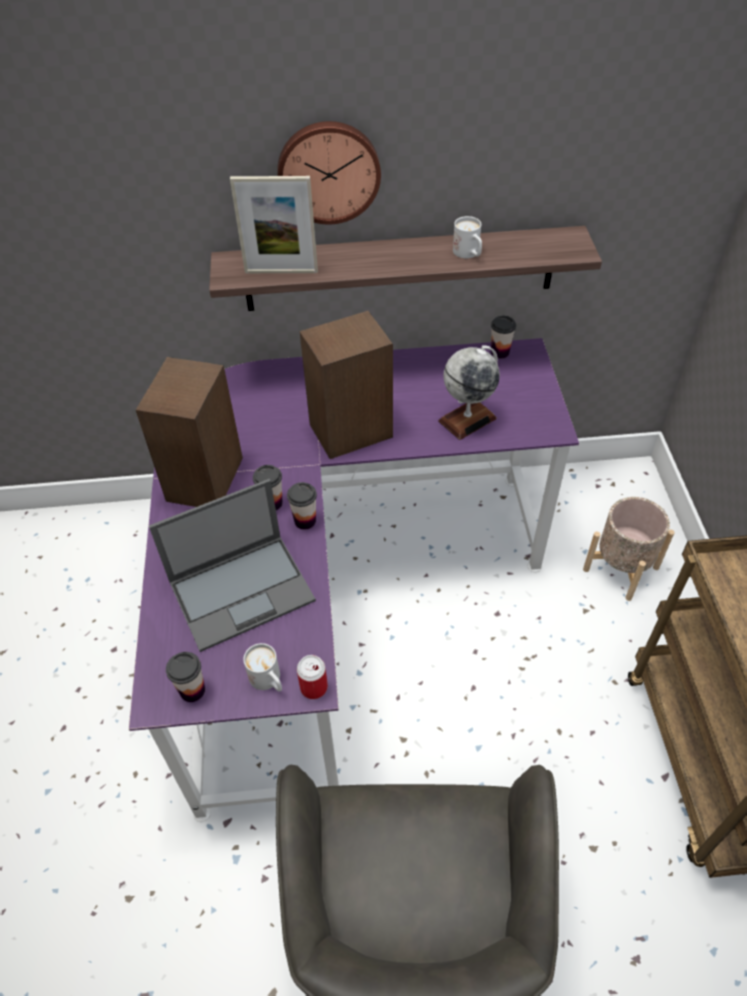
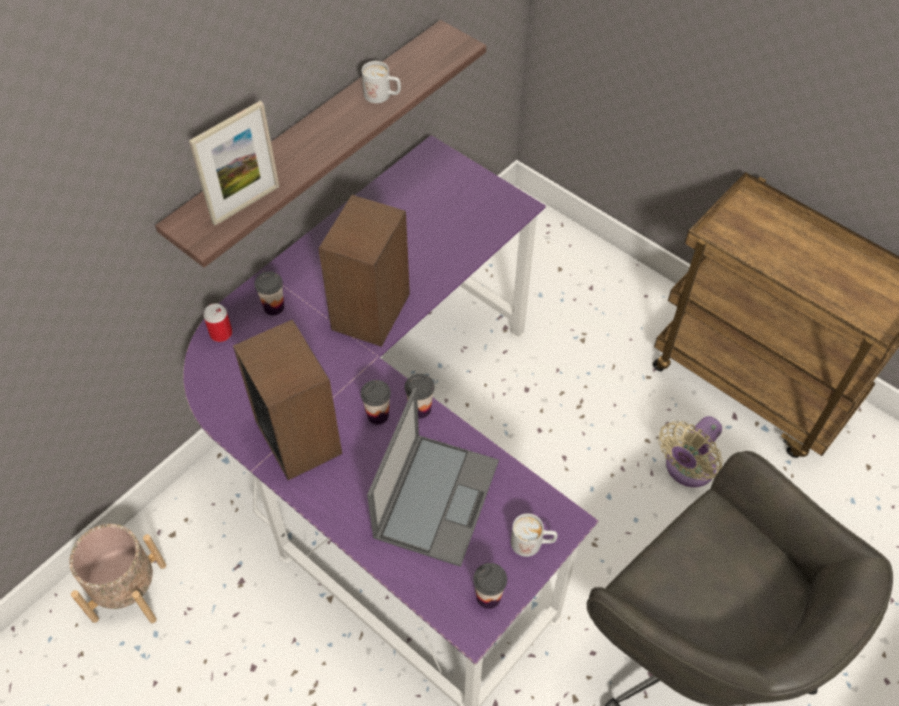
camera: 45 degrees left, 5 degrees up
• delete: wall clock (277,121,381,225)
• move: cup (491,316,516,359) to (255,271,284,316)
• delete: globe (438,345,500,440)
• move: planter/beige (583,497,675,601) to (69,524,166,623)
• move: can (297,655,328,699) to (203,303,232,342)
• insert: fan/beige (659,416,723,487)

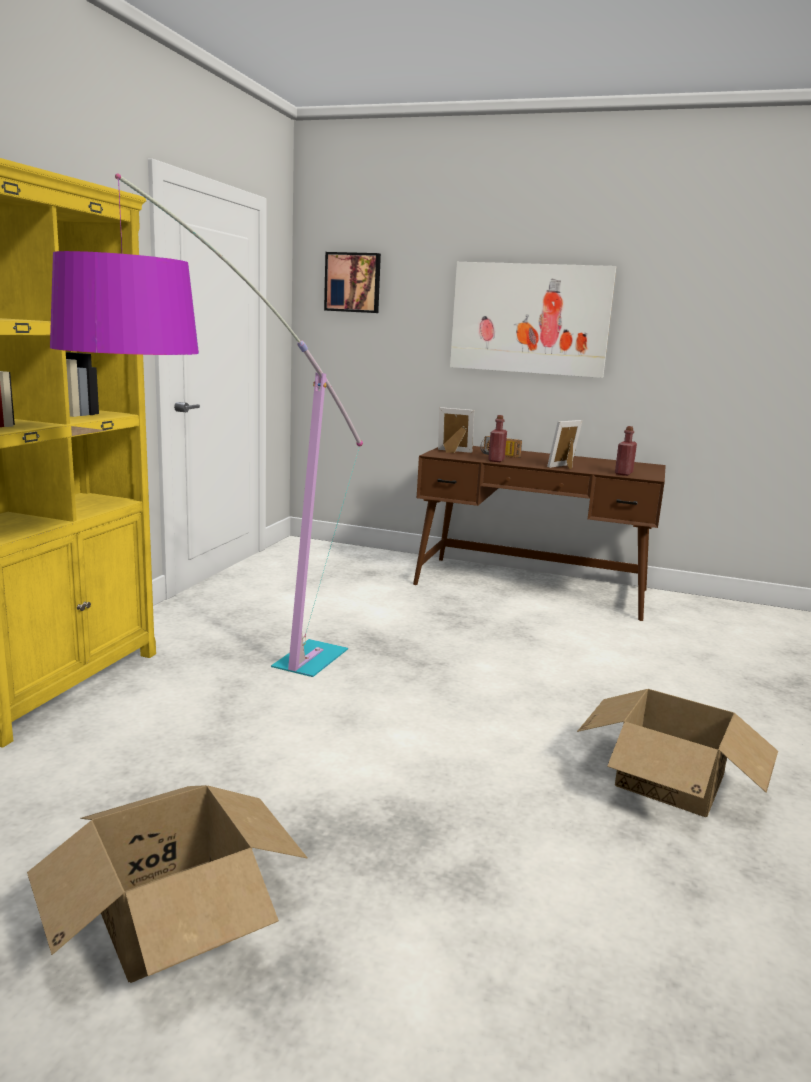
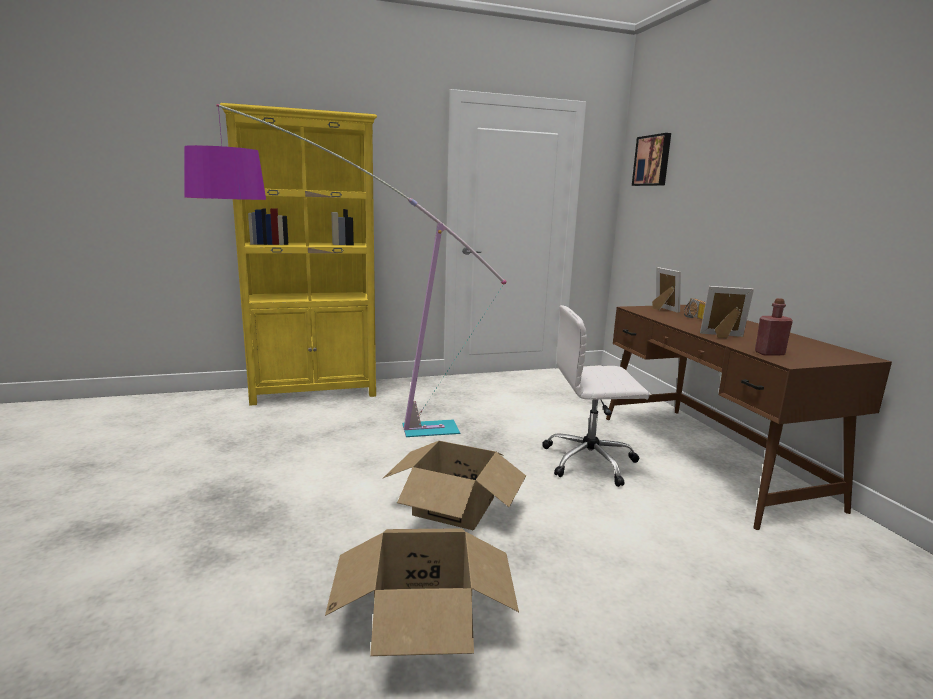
camera: 55 degrees right, 0 degrees up
• delete: picture (450,262,616,378)
• delete: bottle/red (488,415,507,462)
• move: cardboard box (27,785,308,983) to (382,441,526,530)
• insert: office chair/white (542,305,649,487)

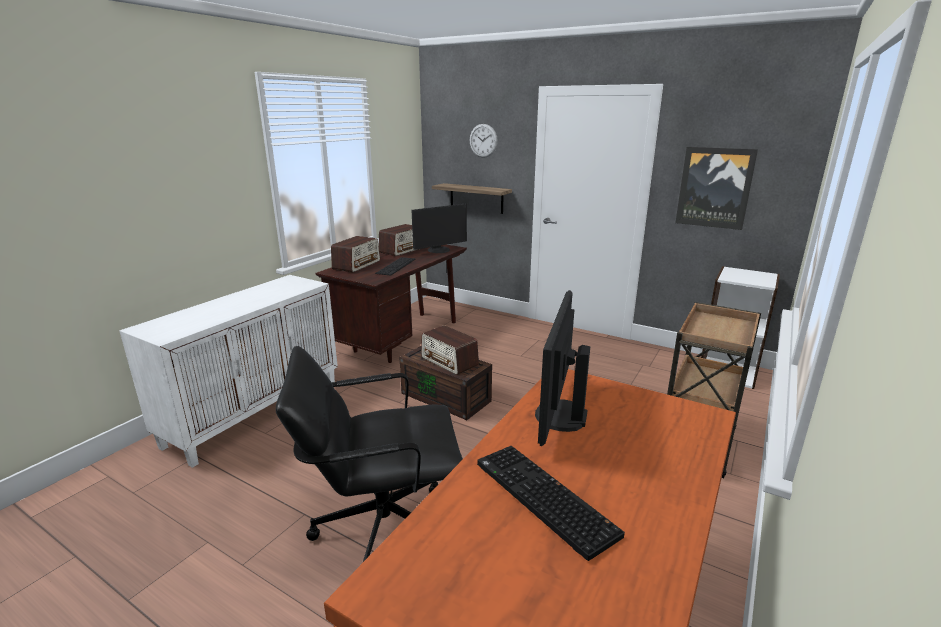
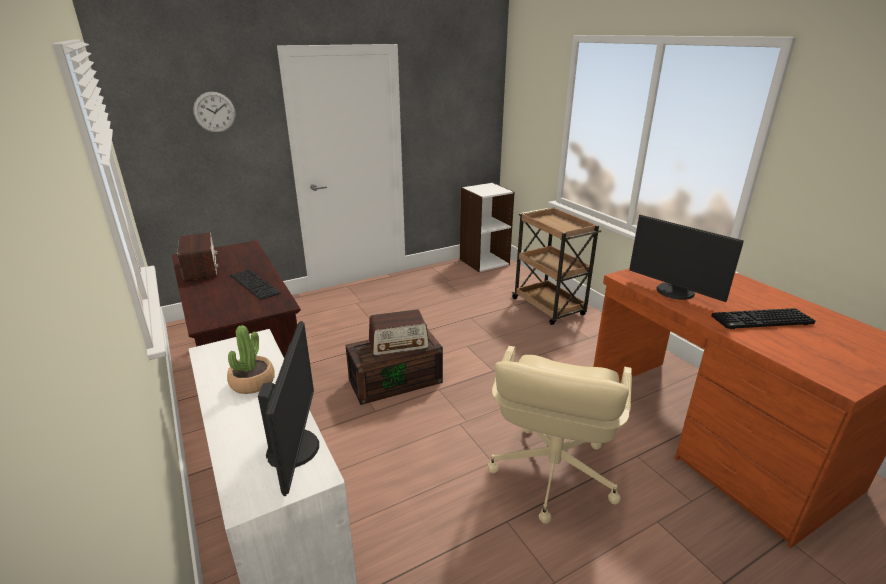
camera: 60 degrees left, 5 degrees up
• delete: picture (675,147,758,230)
• delete: shelf (432,183,512,214)
• move: monitor (412,203,467,253) to (258,321,319,496)
• delete: radio (331,236,380,272)
• recolor: office chair/black (276,346,463,562) to office chair/beige (488,346,632,524)
• insert: potted plant (227,325,275,394)

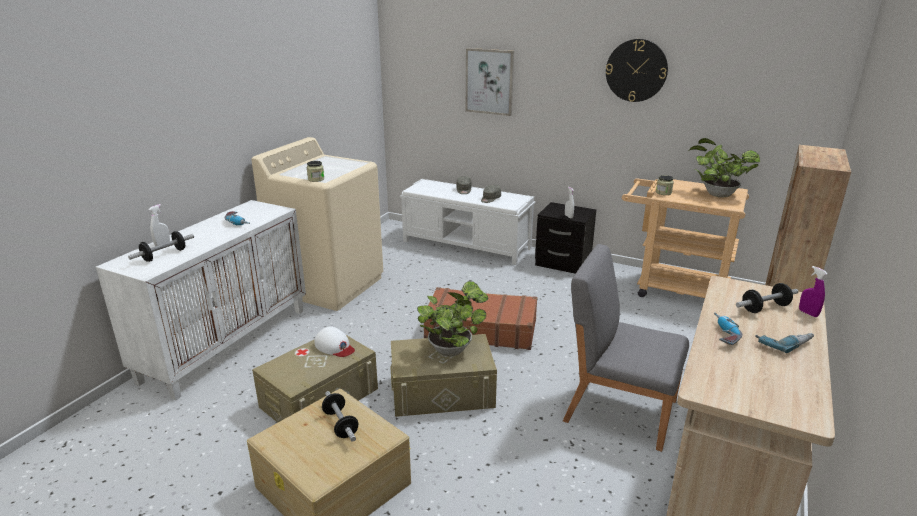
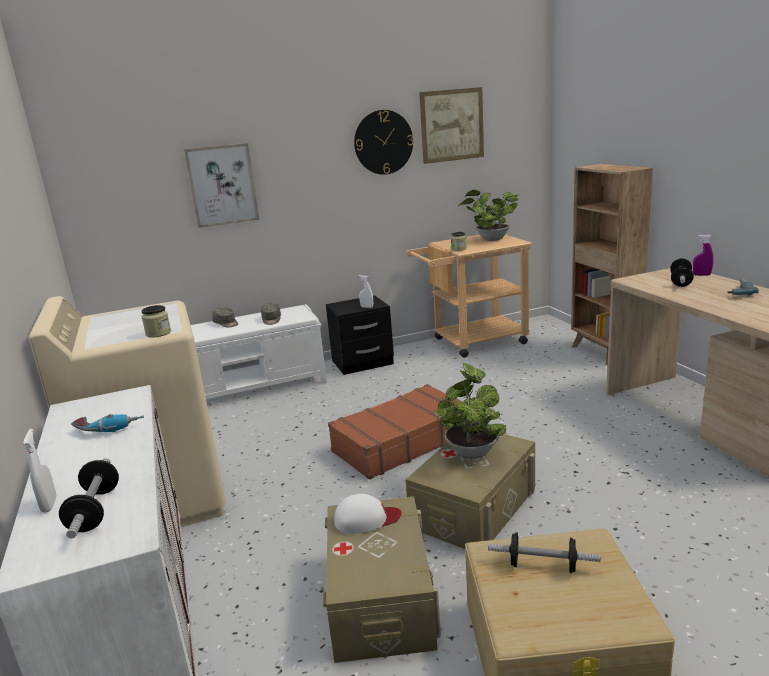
camera: 45 degrees left, 5 degrees down
• delete: chair/grey (563,244,689,452)
• delete: power drill (714,313,742,345)
• insert: picture (419,87,484,164)

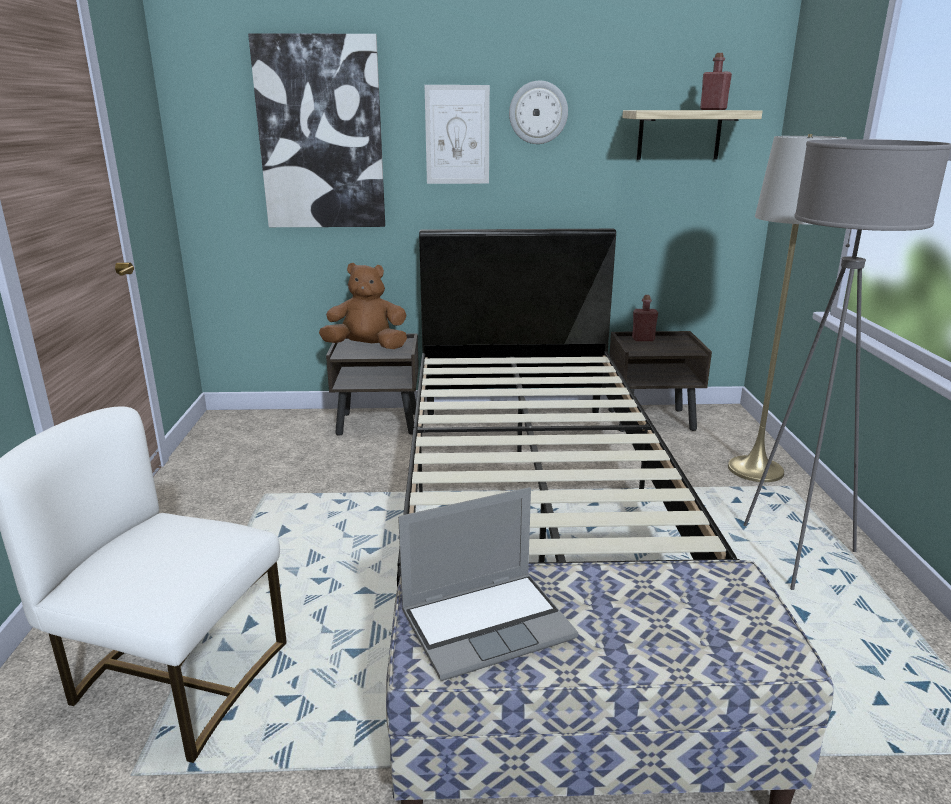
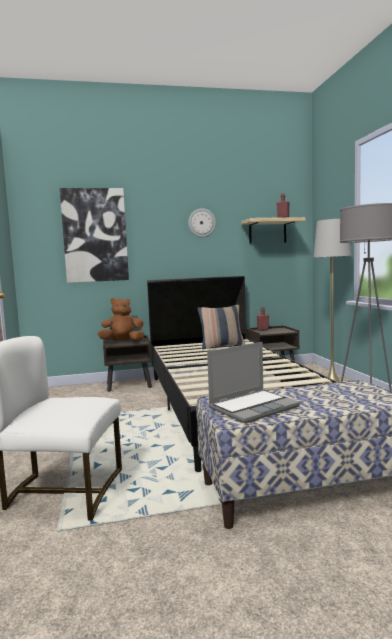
camera: 10 degrees left, 15 degrees down
• delete: picture (425,85,490,184)
• insert: pillow (197,305,245,349)

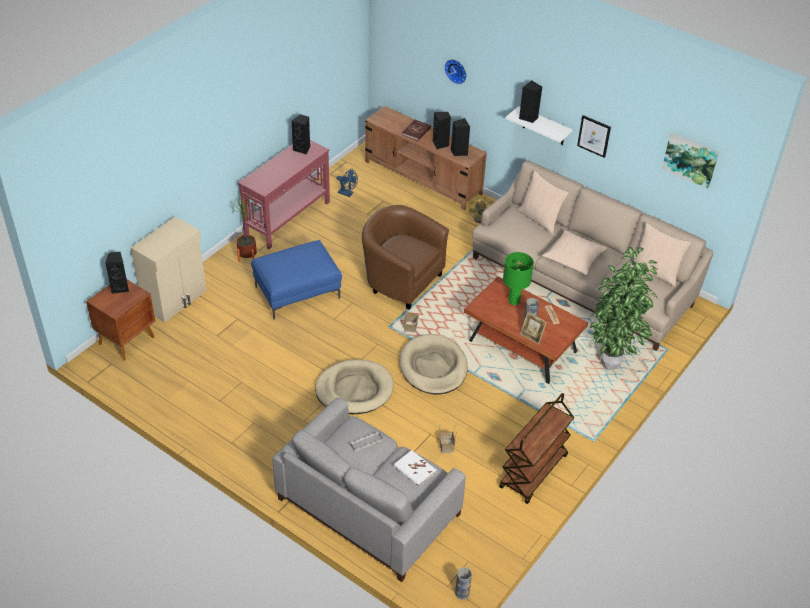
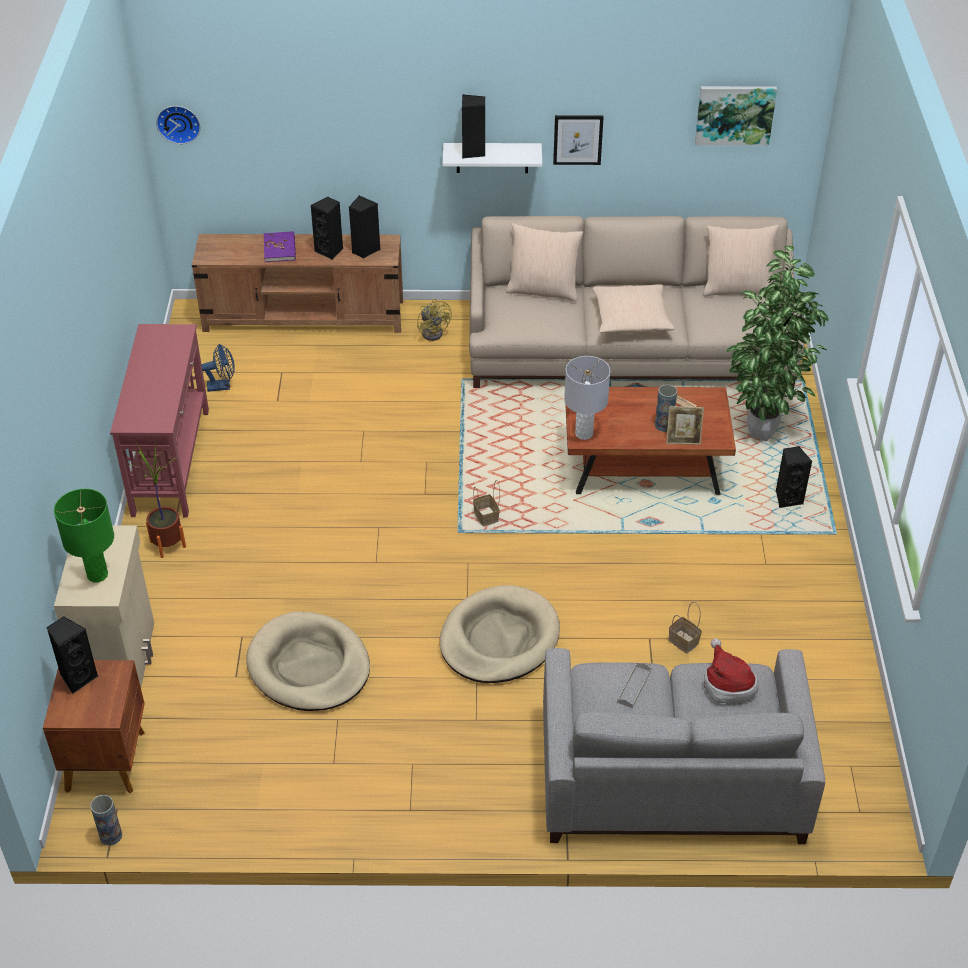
camera: 35 degrees left, 0 degrees up
• move: wall clock (444,59,467,84) to (156,106,200,144)
• move: speaker/black (292,114,310,154) to (776,446,813,508)
• recolor: book/red (402,120,431,141) to book/purple (264,231,296,262)
• delete: armchair/brown (362,205,449,309)
• delete: ottoman/blue (251,240,342,320)
• move: table lamp/green (503,252,534,305) to (54,489,114,583)
• move: dog bed/beige (399,334,468,395) to (246,611,370,711)
• delete: cart/brown (499,393,574,504)
• replace: book/white (394,450,437,487) to hat (704,638,759,703)
• move: vase (455,567,472,600) to (90,795,122,845)
• insert: table lamp/grey (564,356,610,440)

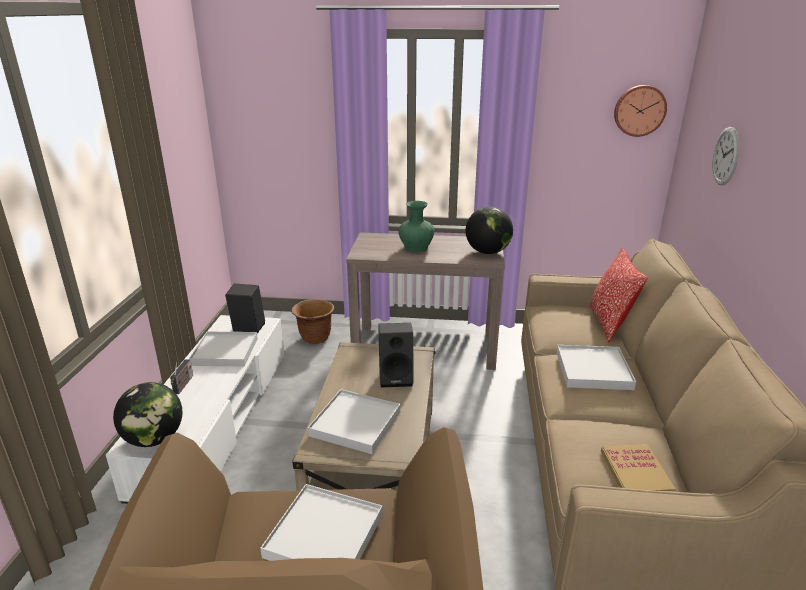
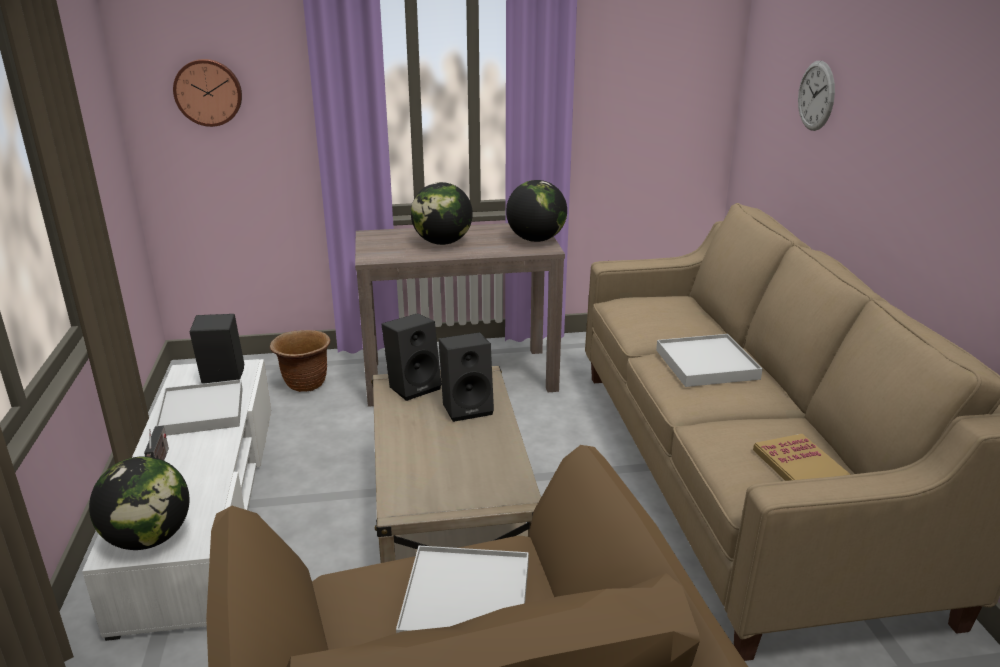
camera: 15 degrees left, 0 degrees up
• move: wall clock (614,85,667,137) to (173,59,242,127)
• replace: vase/green (398,201,434,252) to globe (411,182,473,245)
• delete: pillow (589,248,648,343)
• delete: tray/white (308,389,400,454)
• insert: speaker/black (381,313,442,401)

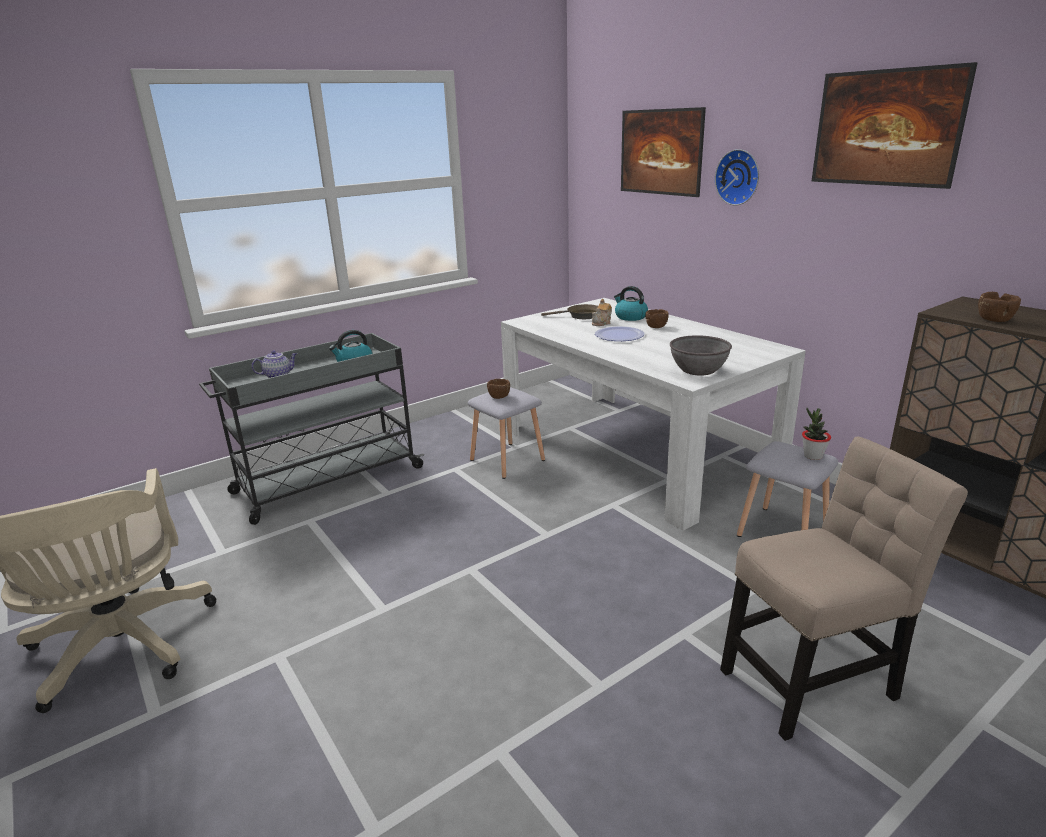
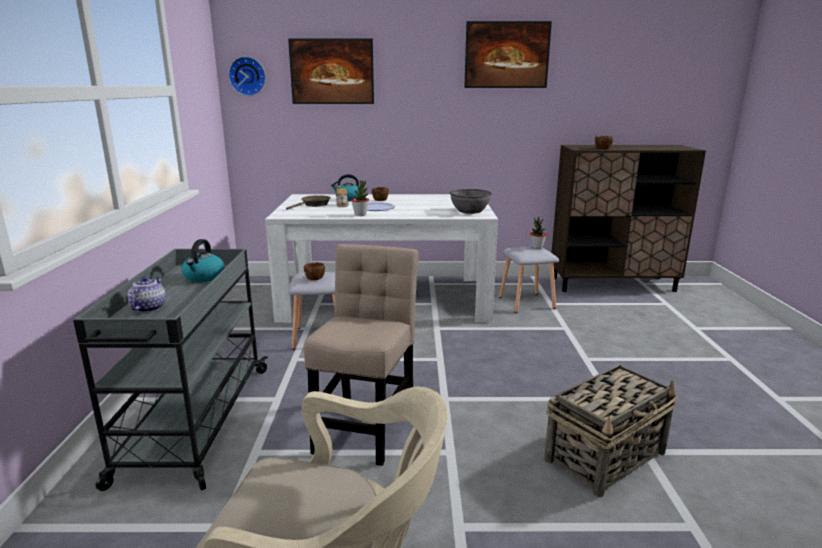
camera: 55 degrees left, 5 degrees down
• move: wall clock (715,149,759,206) to (228,56,266,96)
• move: chair/beige (720,436,968,741) to (304,244,419,466)
• insert: potted plant (351,180,369,216)
• insert: basket (544,364,677,497)

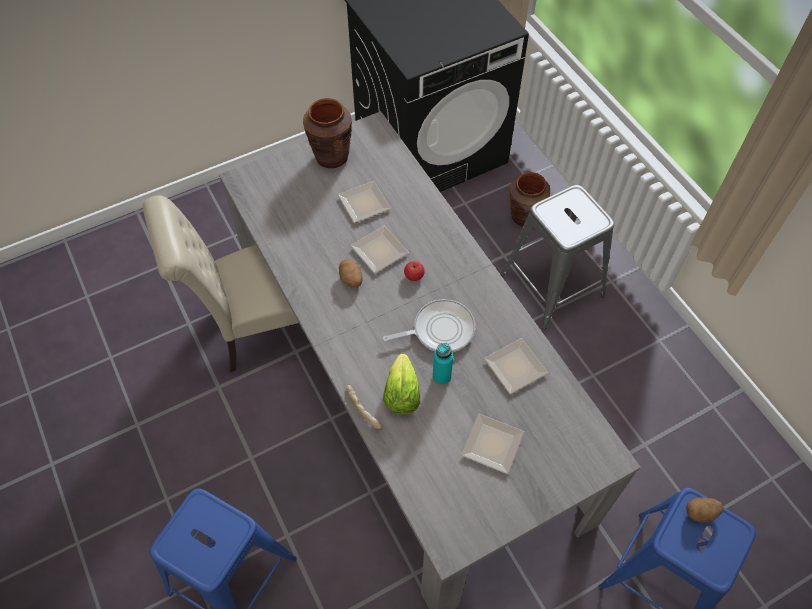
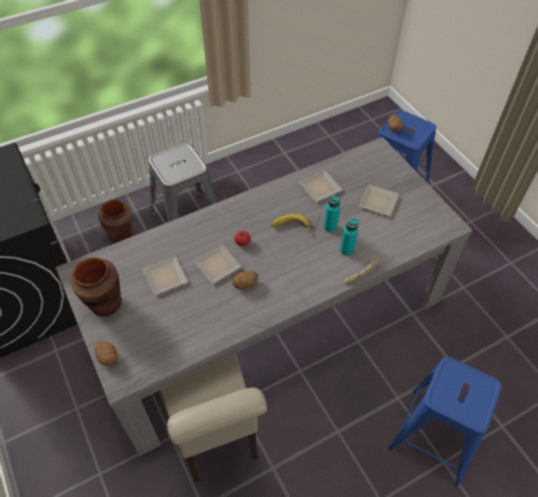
camera: 90 degrees left, 5 degrees down
• replace: frying pan (383,299,475,352) to banana (271,213,311,233)
• replace: lettuce (383,354,420,415) to bottle/turquoise (340,219,358,256)
• insert: potato (94,341,118,366)

